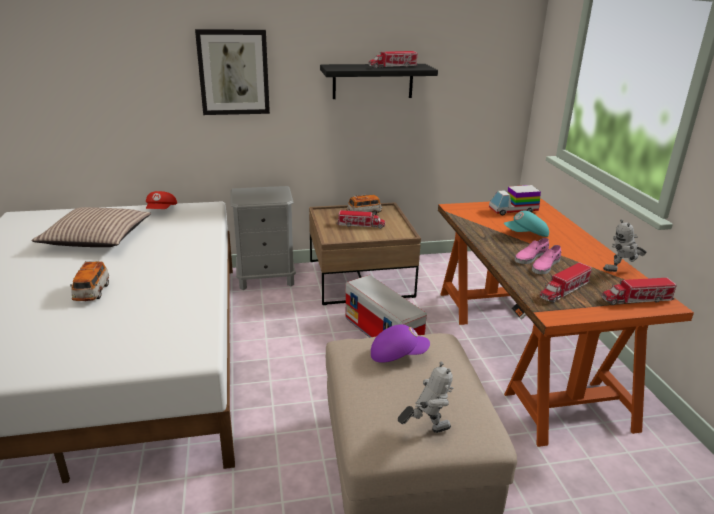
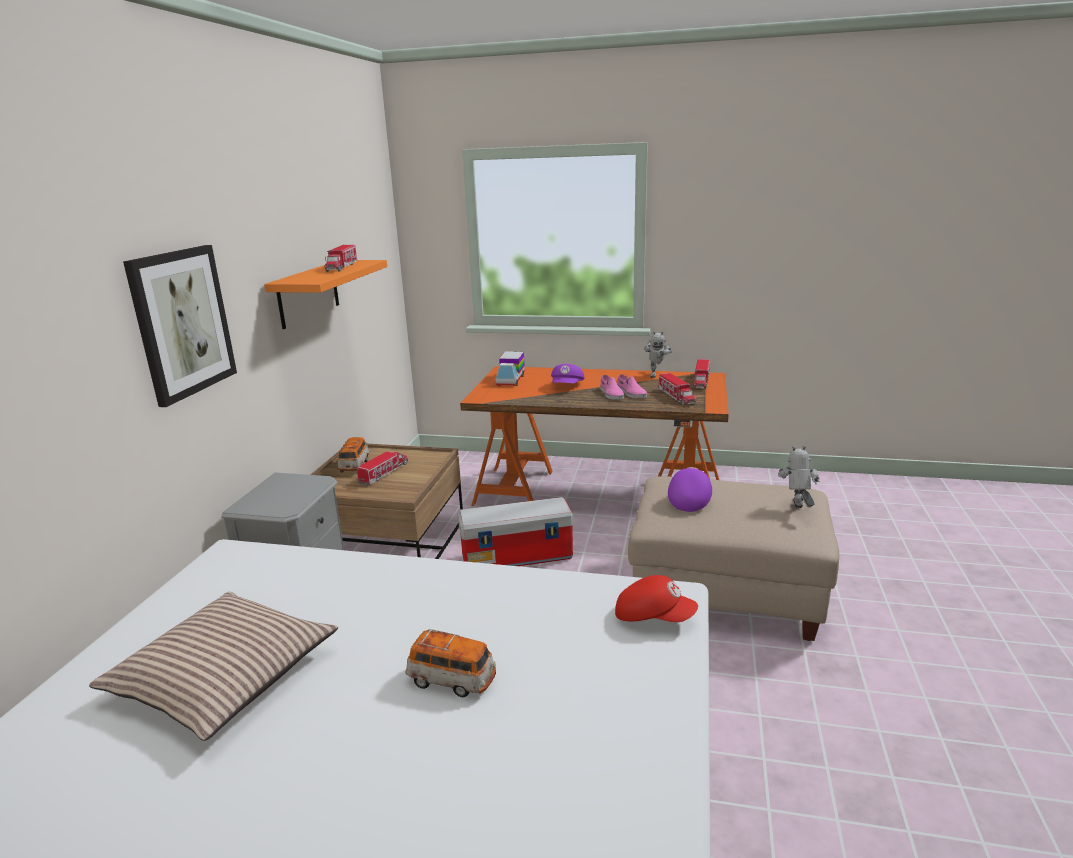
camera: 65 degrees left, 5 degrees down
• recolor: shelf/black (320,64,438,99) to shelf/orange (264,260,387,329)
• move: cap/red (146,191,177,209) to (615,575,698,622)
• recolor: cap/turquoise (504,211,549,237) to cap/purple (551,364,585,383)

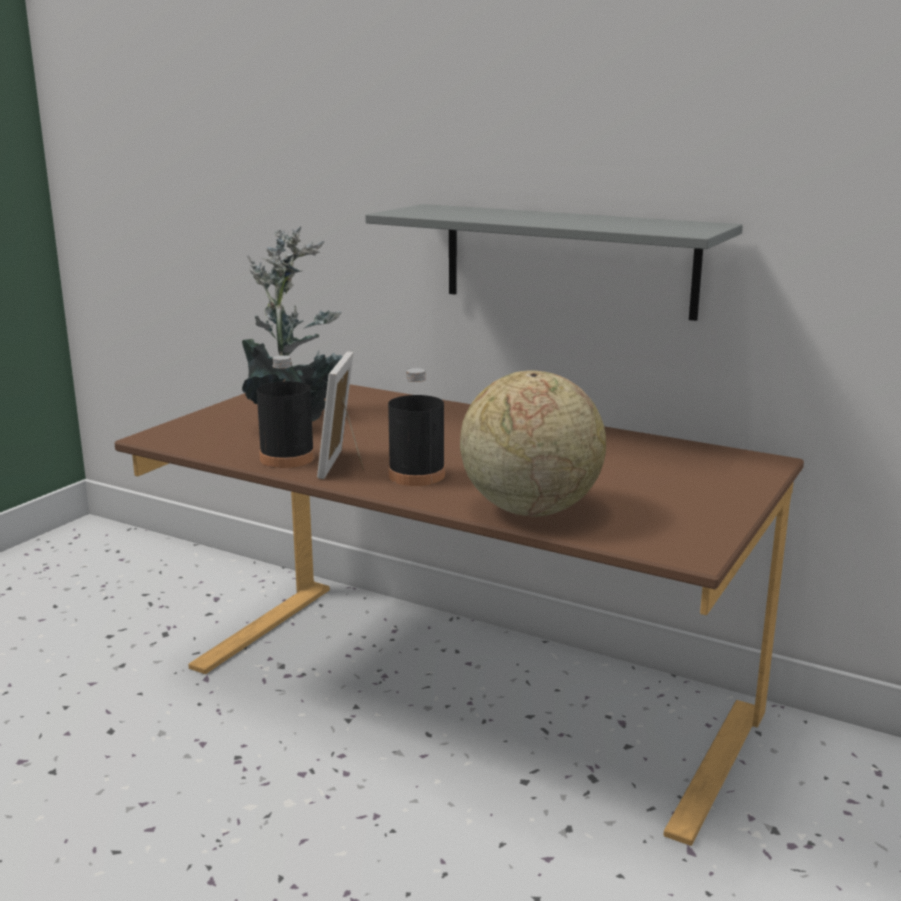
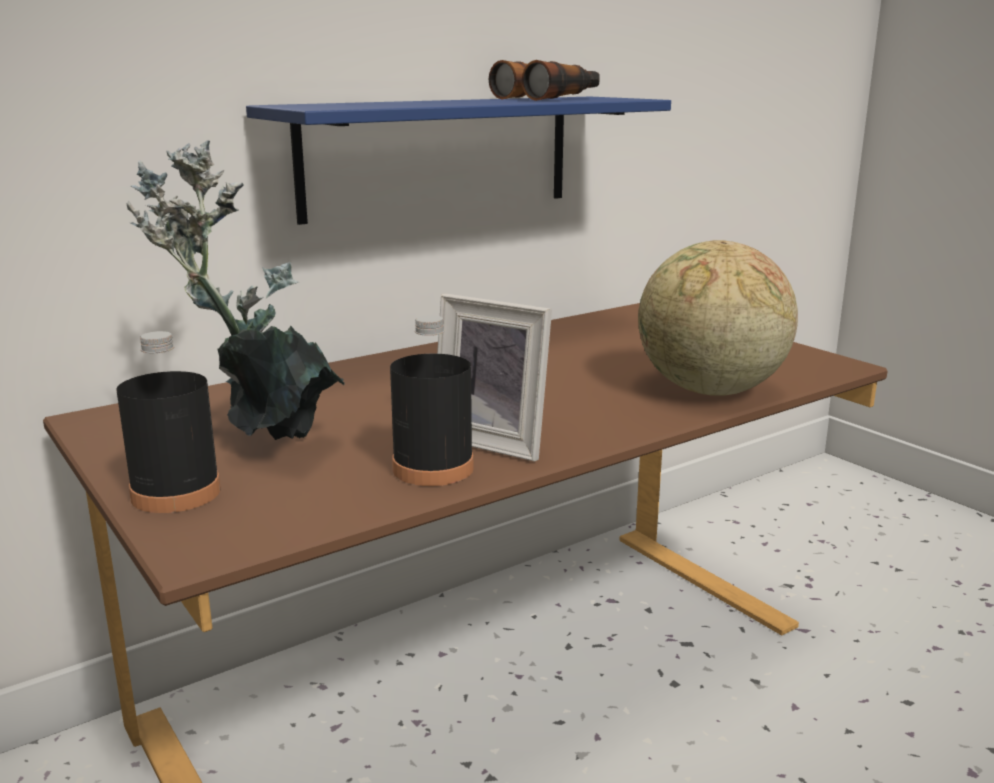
camera: 65 degrees left, 0 degrees up
• recolor: shelf/grey (365,204,743,321) to shelf/blue (246,97,671,225)
• move: bottle/black (388,368,445,486) to (116,331,221,513)
• insert: binoculars (489,60,600,101)

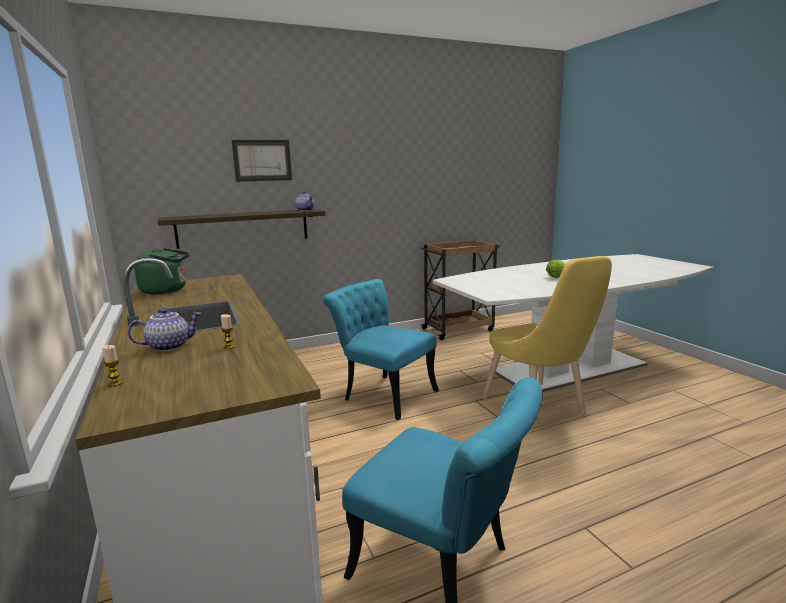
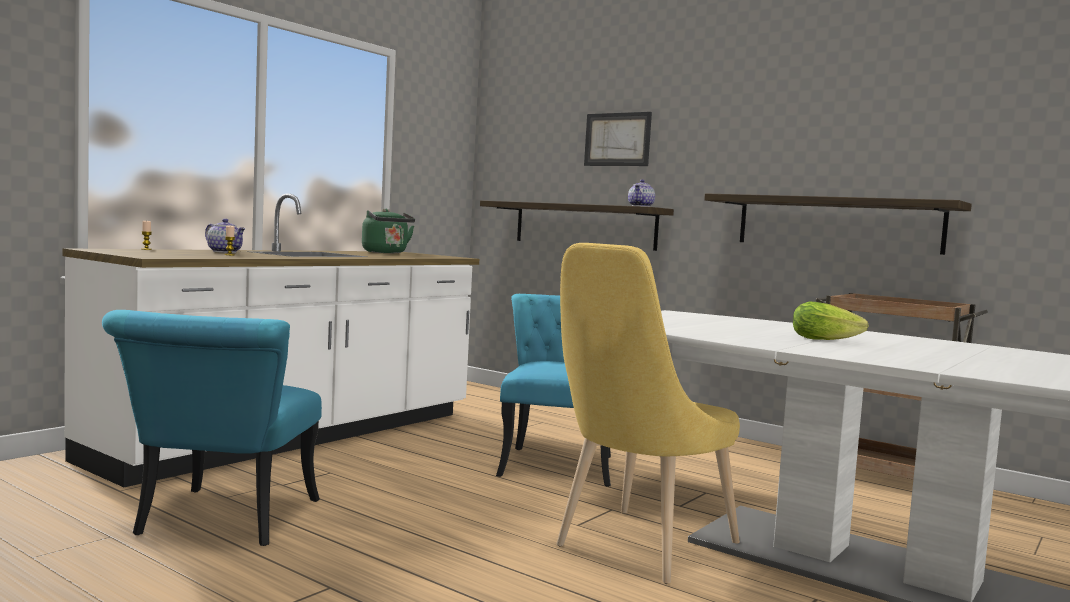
camera: 60 degrees right, 10 degrees down
• insert: shelf (704,193,972,255)

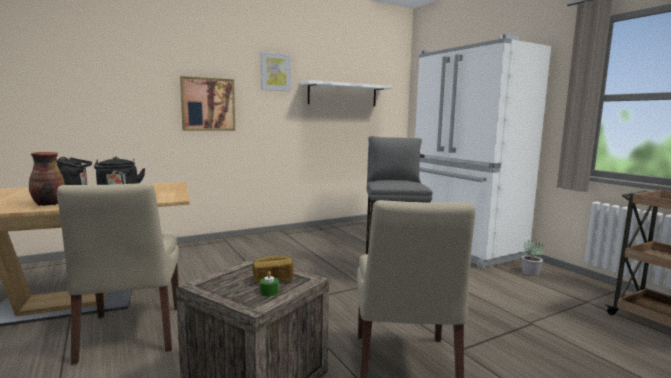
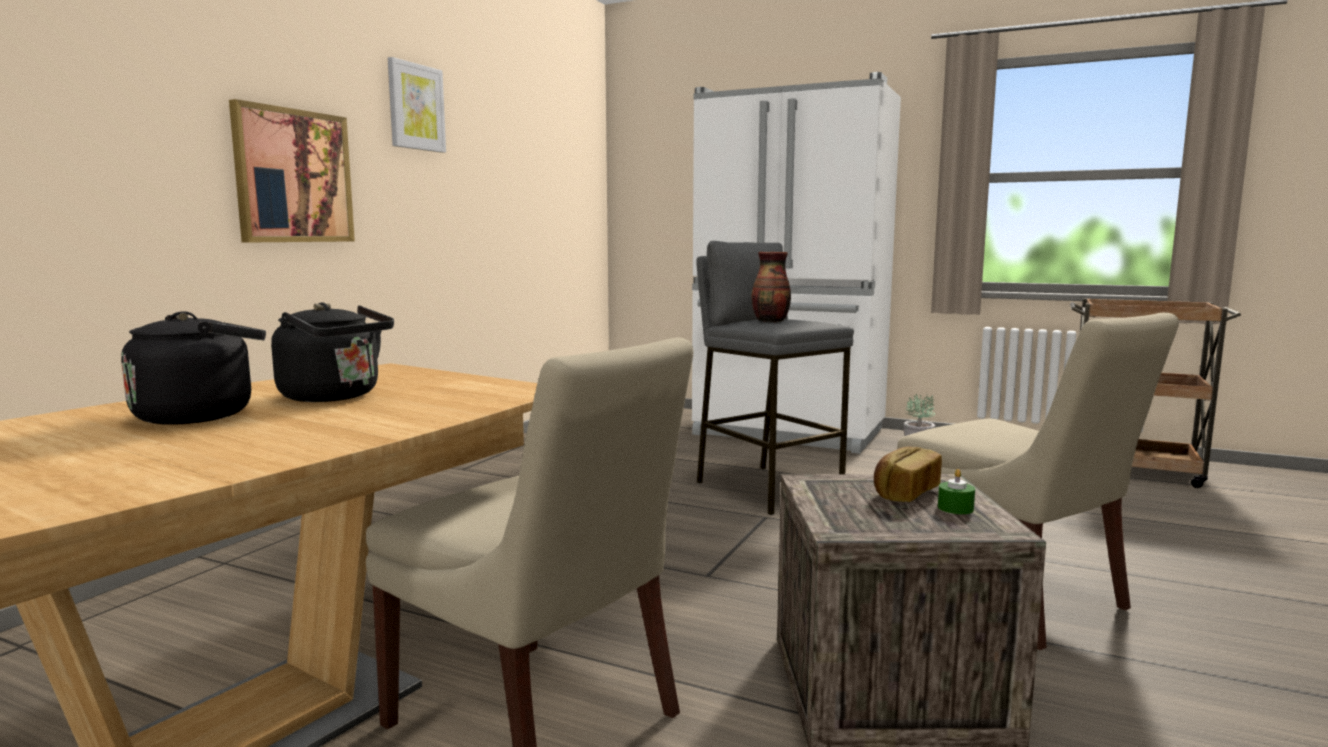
camera: 35 degrees left, 0 degrees up
• delete: shelf/white (300,80,392,107)
• move: vase (29,152,65,206) to (751,252,791,323)

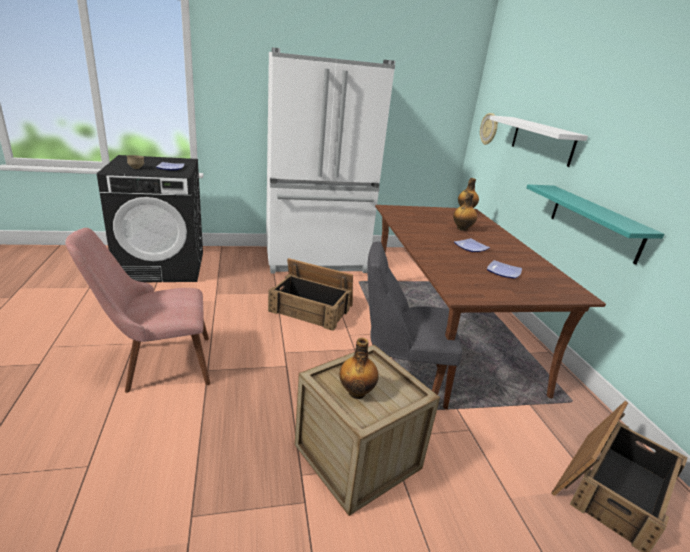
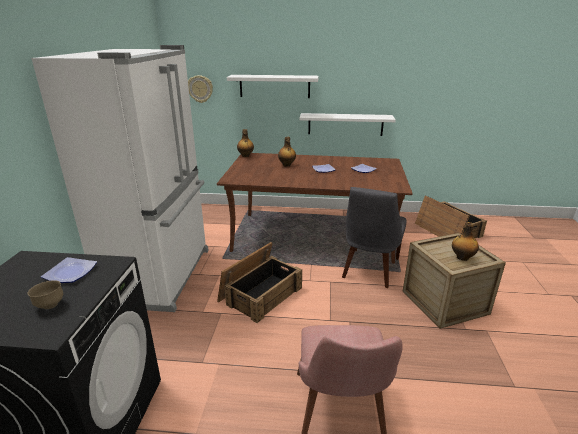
camera: 70 degrees left, 0 degrees up
• recolor: shelf/turquoise (526,184,664,265) to shelf/white (299,113,396,136)

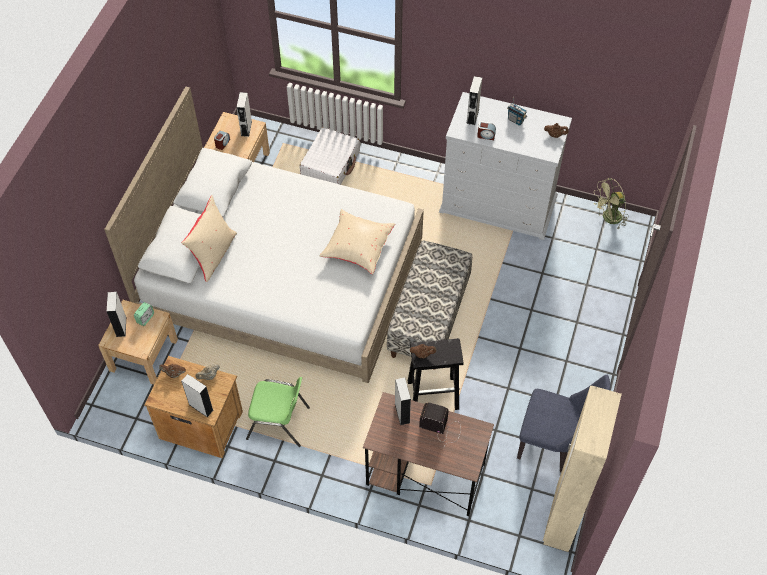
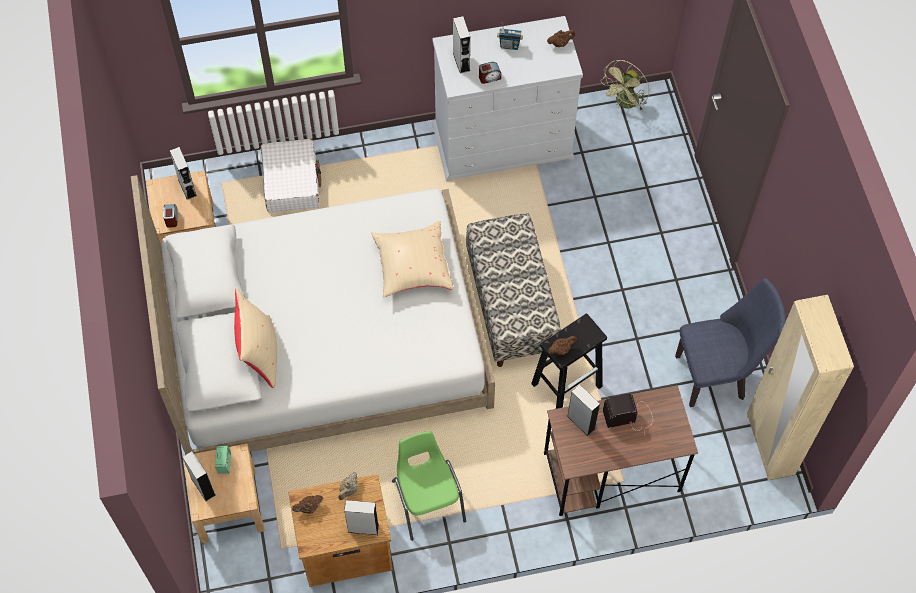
camera: 30 degrees left, 5 degrees up
• rotate: chair/green (246,377,310,447) = (392,431,466,541) 90 degrees counterclockwise

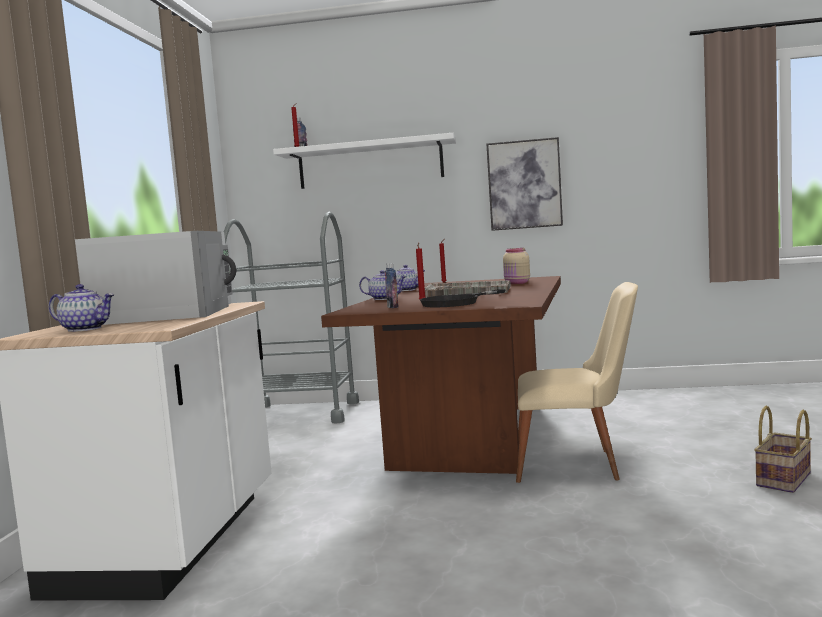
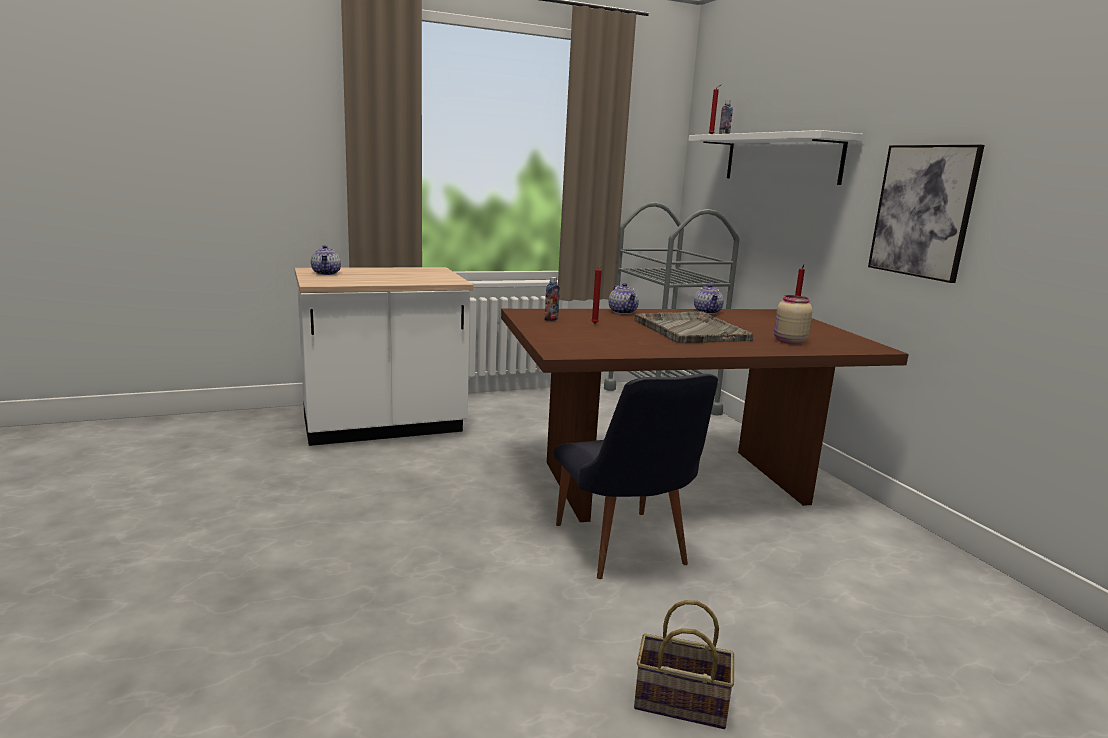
camera: 60 degrees right, 10 degrees up
• delete: microwave/white (75,231,236,325)
• recolor: chair/beige (516,282,638,483) to chair/black (553,374,718,579)
• delete: frying pan/black (420,289,506,307)

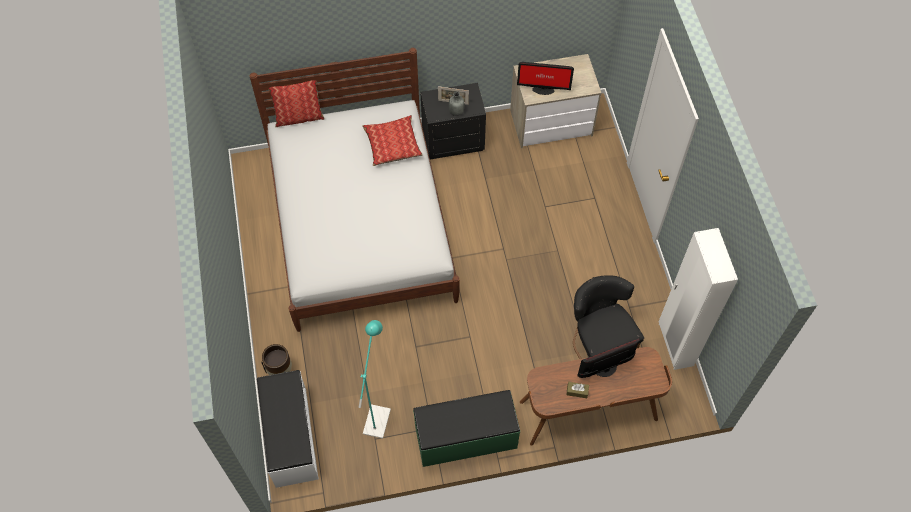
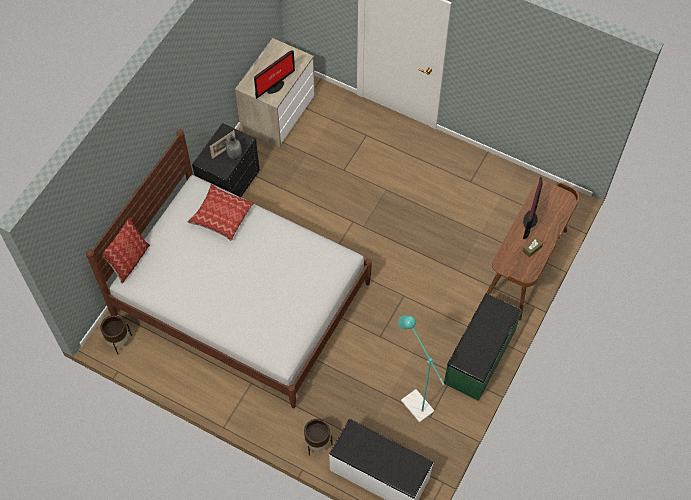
camera: 50 degrees left, 0 degrees up
• delete: wardrobe/white (659,228,738,370)
• delete: chair/black (573,275,644,359)
• insert: planter/brown (100,315,132,354)

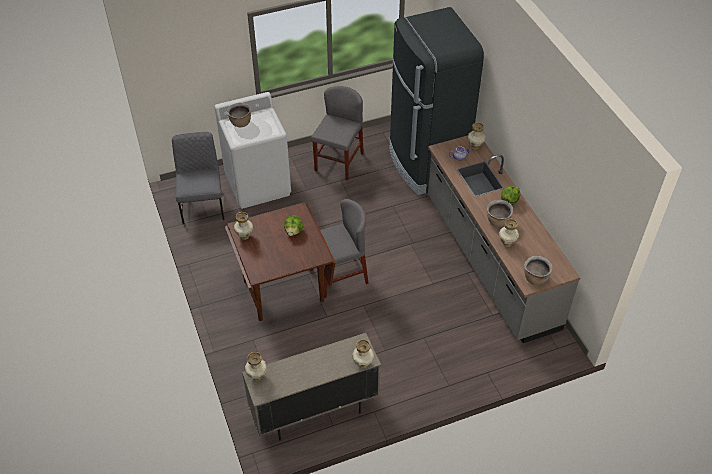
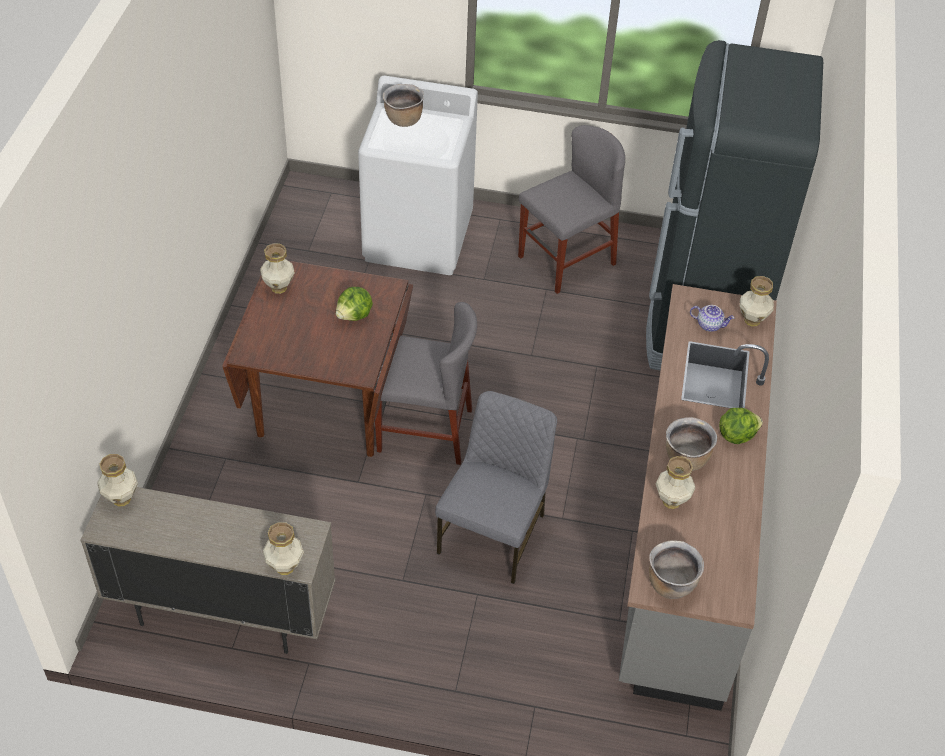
camera: 30 degrees right, 0 degrees up
• move: chair/grey (172,132,224,224) to (435,391,557,584)

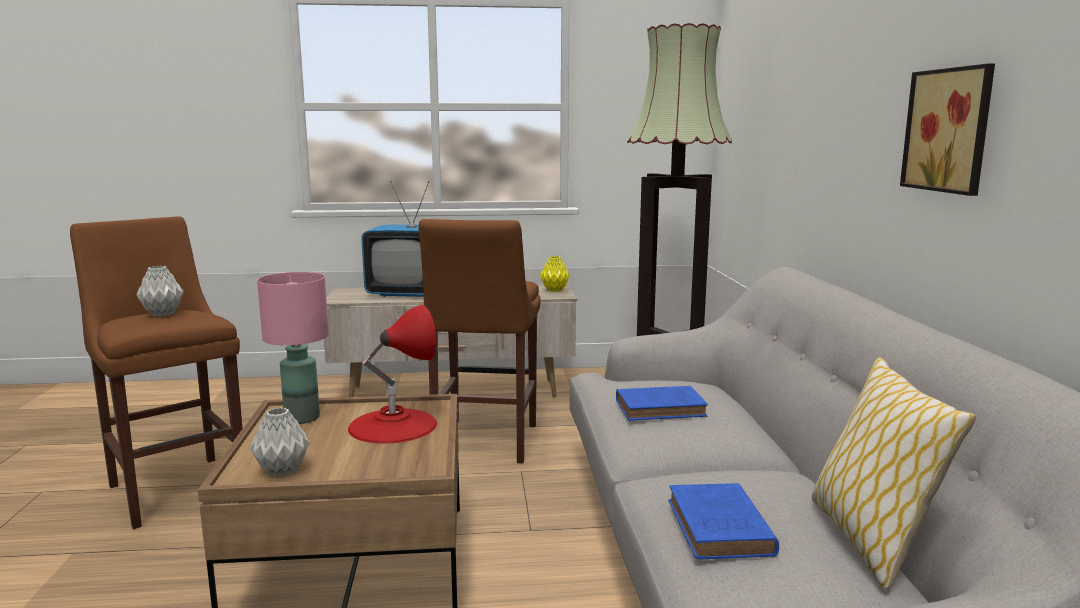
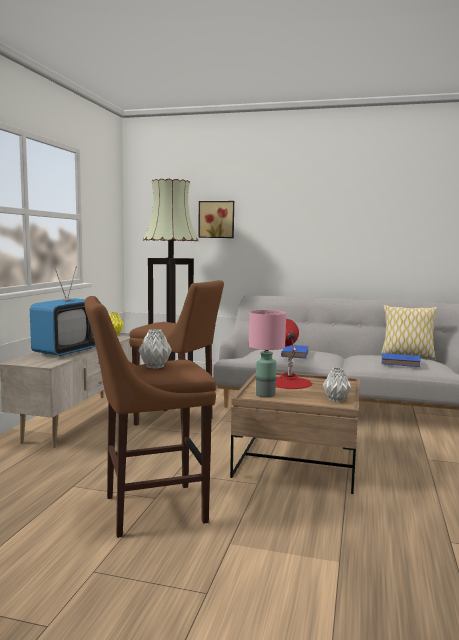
camera: 70 degrees left, 5 degrees down
• move: picture (900,64,995,196) to (198,201,234,238)

